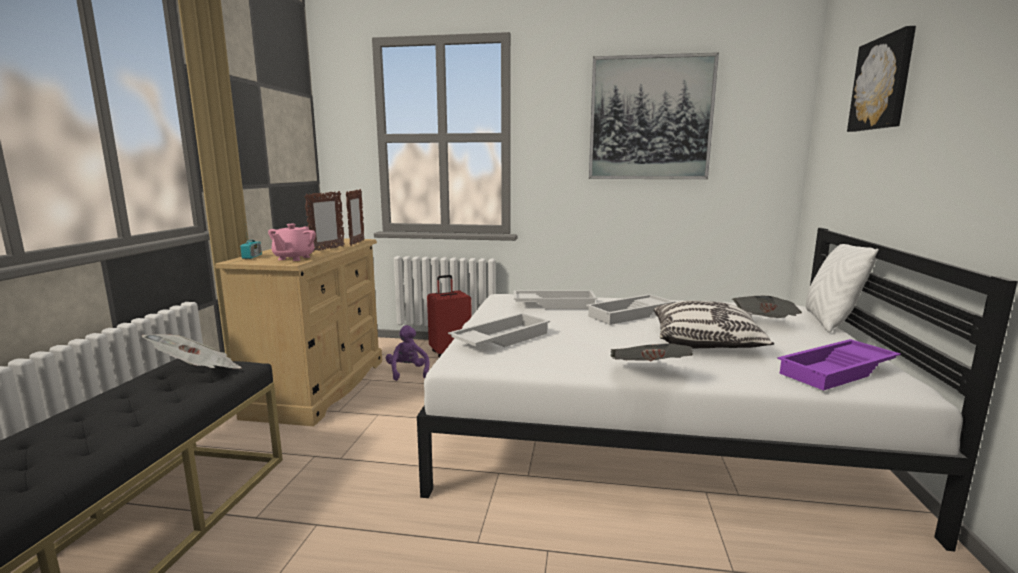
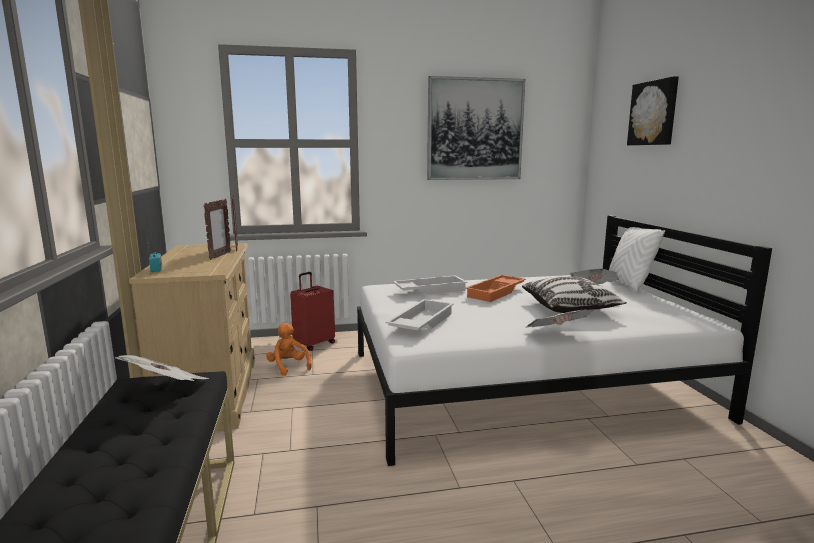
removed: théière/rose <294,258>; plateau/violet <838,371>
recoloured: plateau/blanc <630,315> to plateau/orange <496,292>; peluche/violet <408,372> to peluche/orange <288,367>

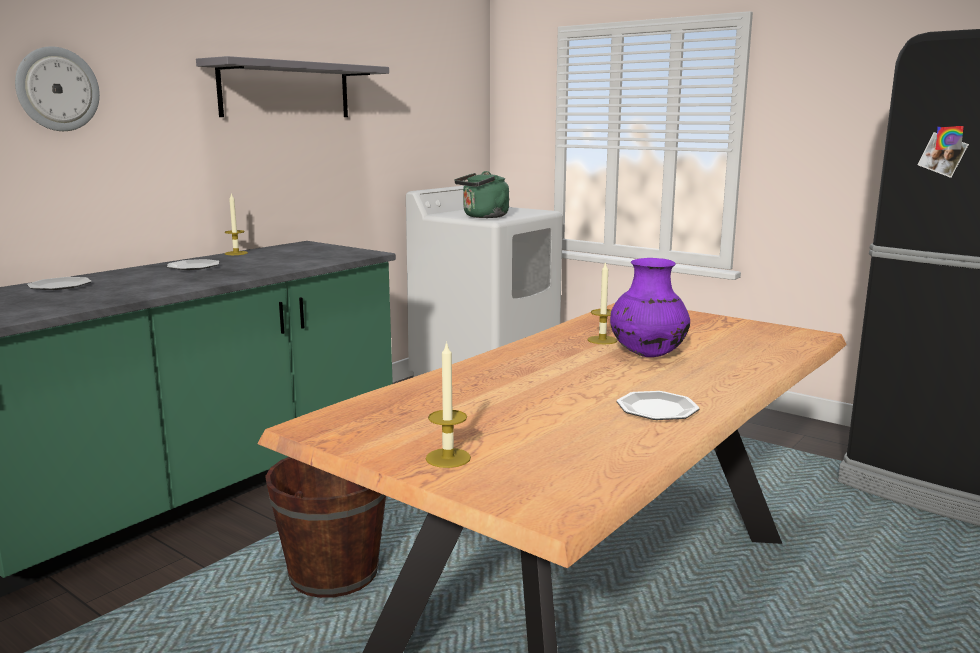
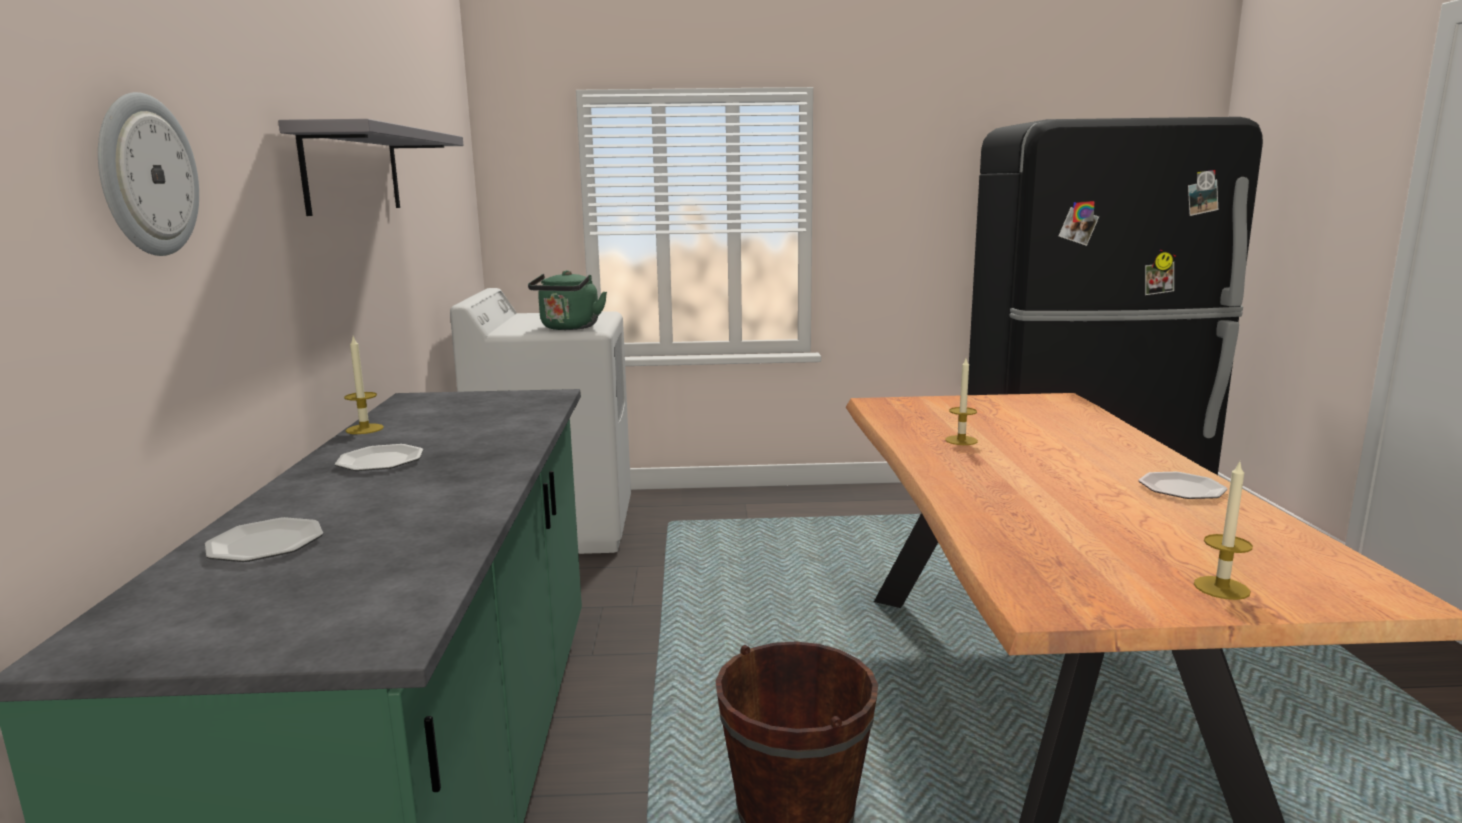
removed: vase/violet <647,355>

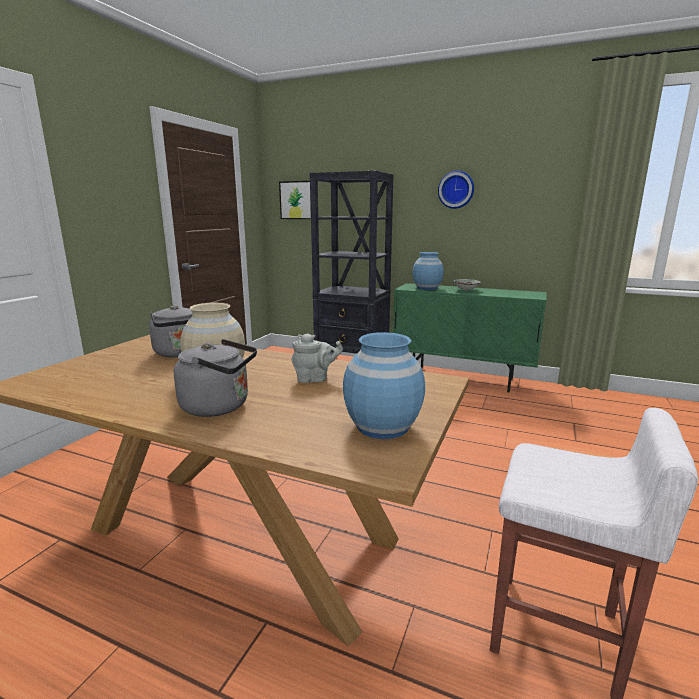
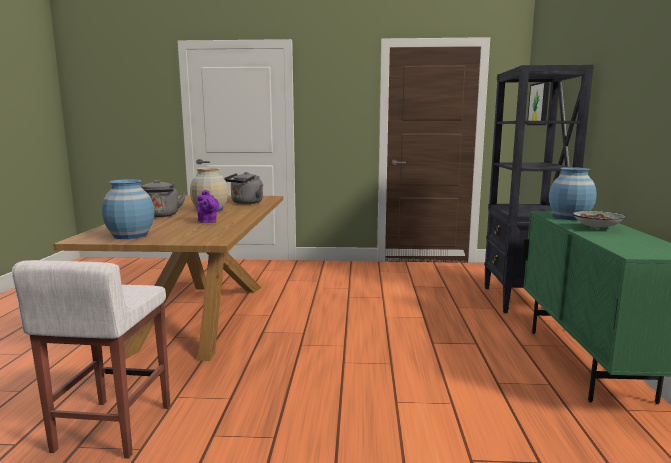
removed: horloge murale <456,189>
recoloured: théière/gris <315,379> to théière/violet <207,222>

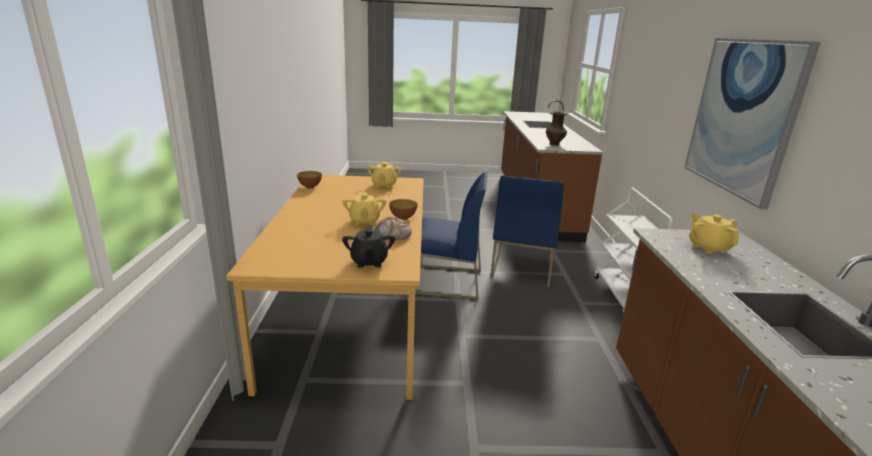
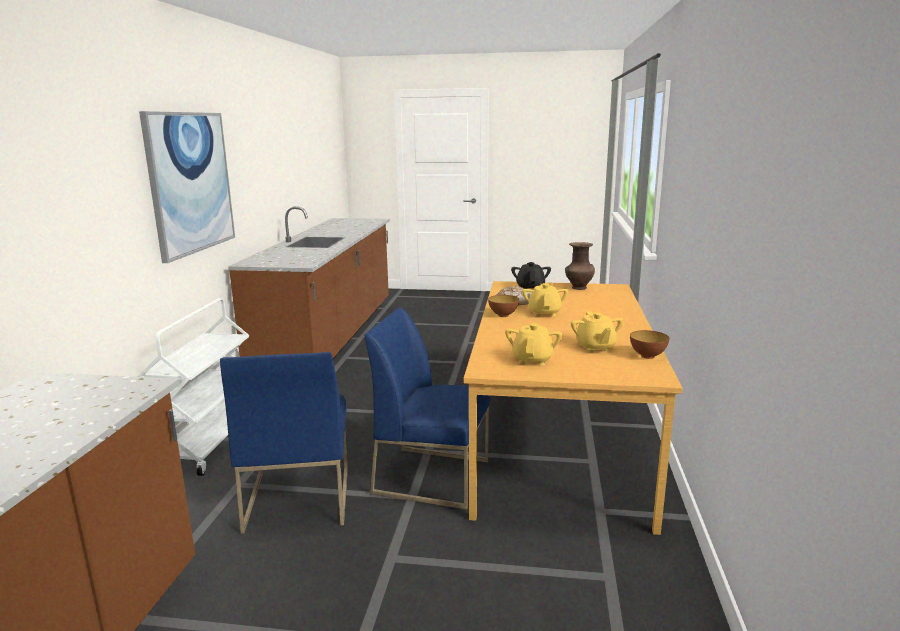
moved: vase/marron <554,144> to <578,288>; théière/jaune <708,248> to <595,347>
turned: chaise/bleu <521,268> = <297,497> 150 degrees clockwise

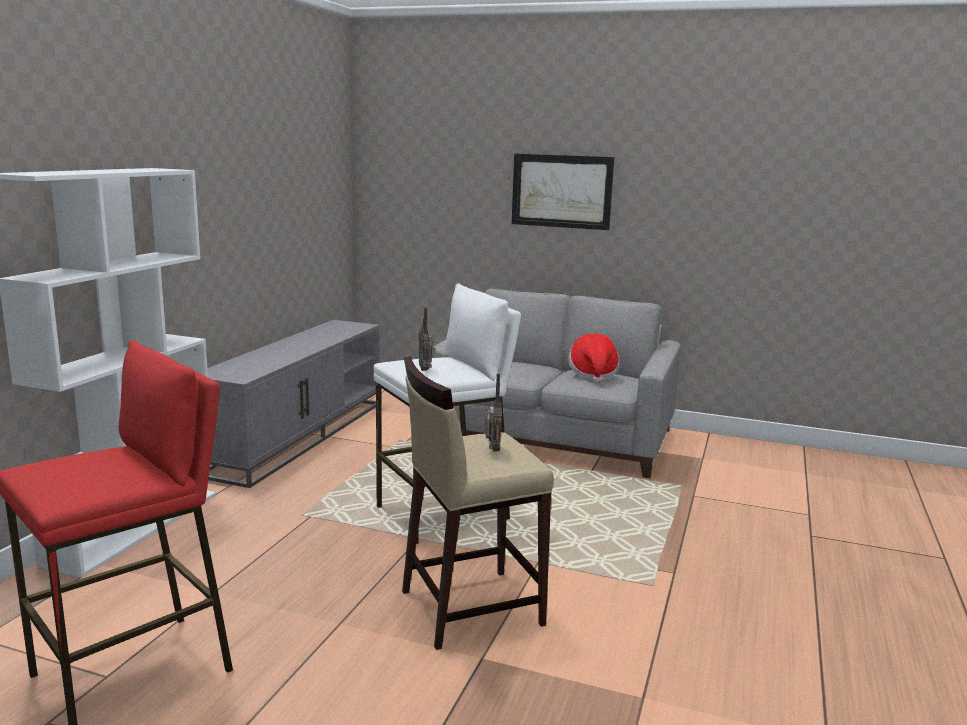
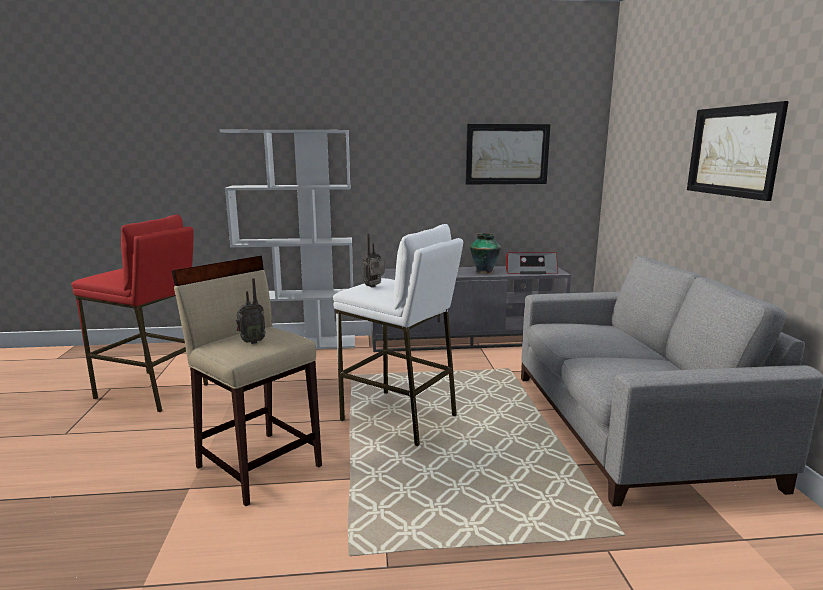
removed: chapeau <593,375>
added: tableau <507,154>; vase <484,271>; radio <530,271>

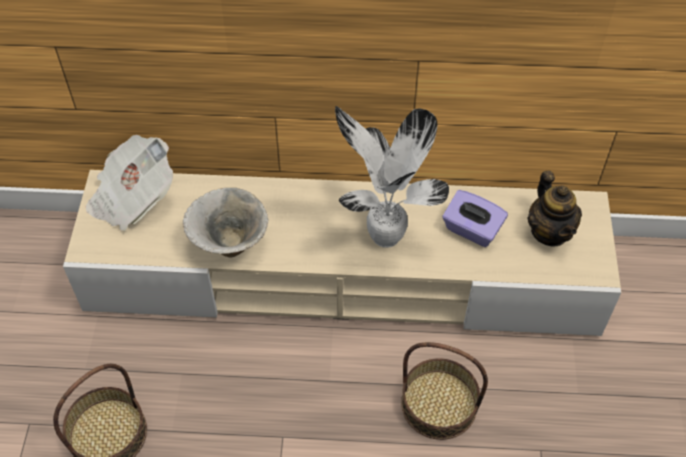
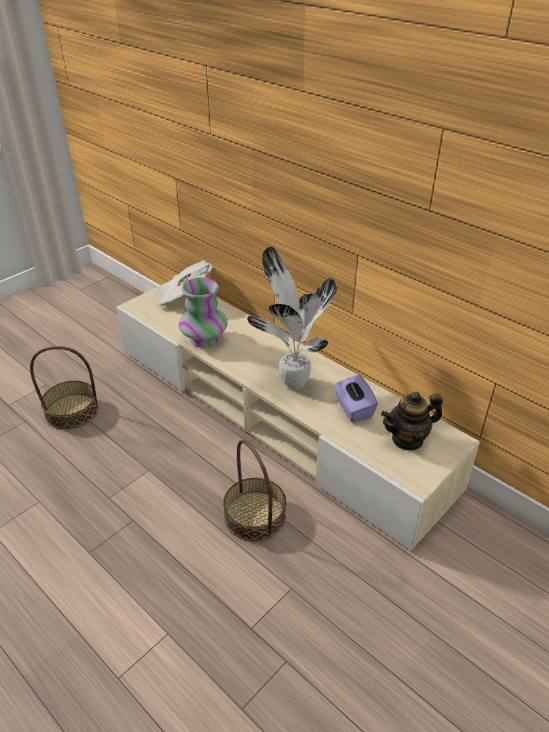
replaced: bol <229,243> to vase <204,339>
turned: théière <549,232> = <407,439> 45 degrees clockwise

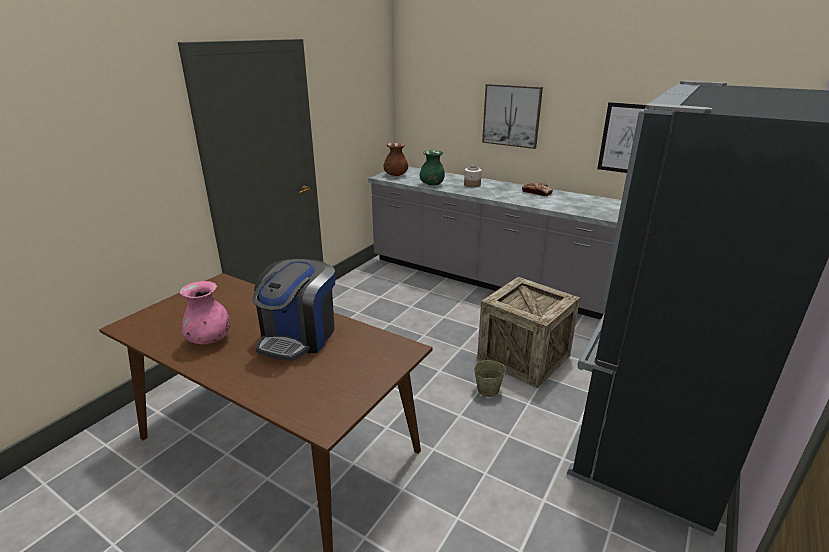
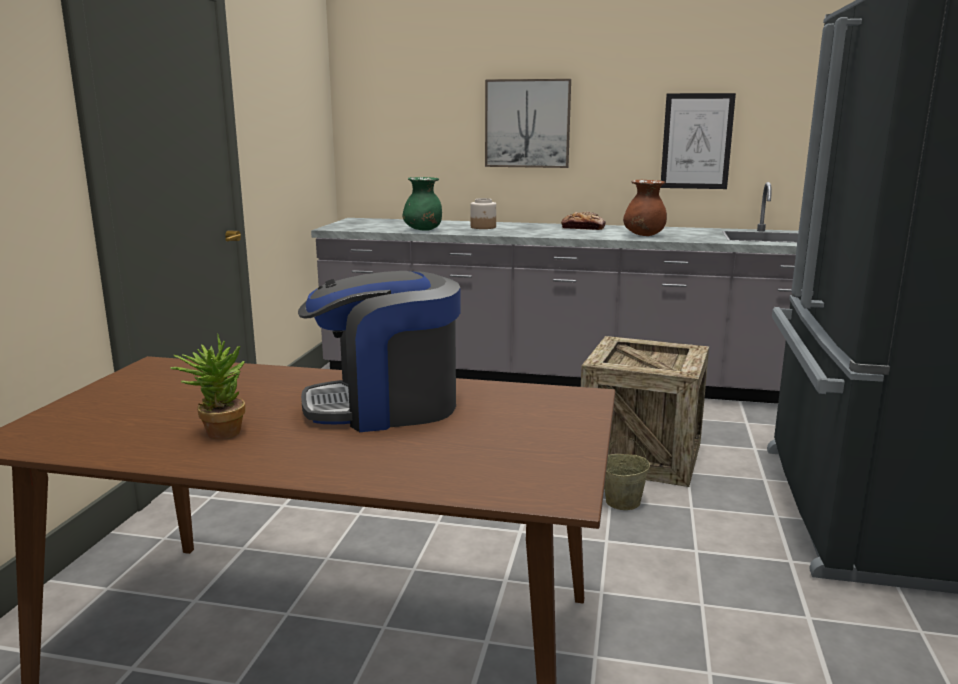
moved: vase/marron <395,175> to <644,235>
replaced: vase/rose <209,339> to plante en pot <217,432>
turned: machine à café <299,336> = <385,407> 75 degrees clockwise

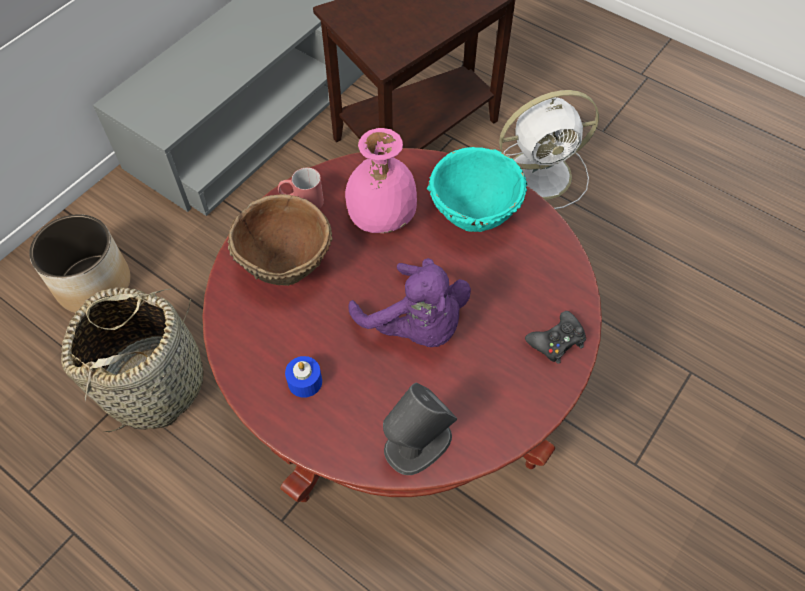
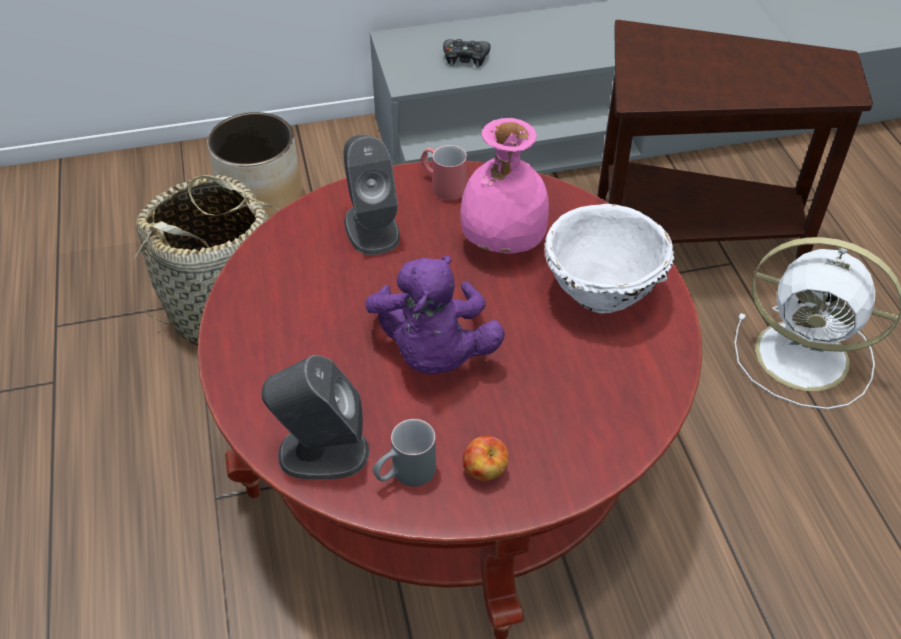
removed: bougie/bleu <305,381>
added: mug/gris <404,474>; pomme <485,471>
moved: manette/noir <557,341> to <465,58>
replaced: bol/marron <286,264> to enceinte/gris <371,228>
recoloured: bol/turquoise <473,215> to bol/blanc <600,292>

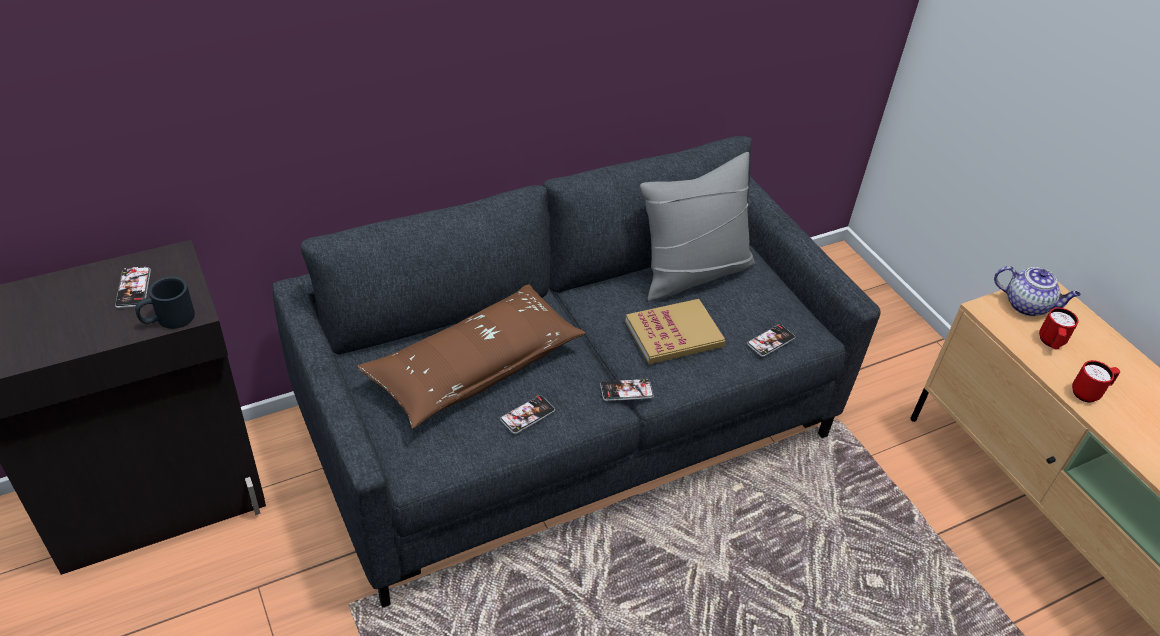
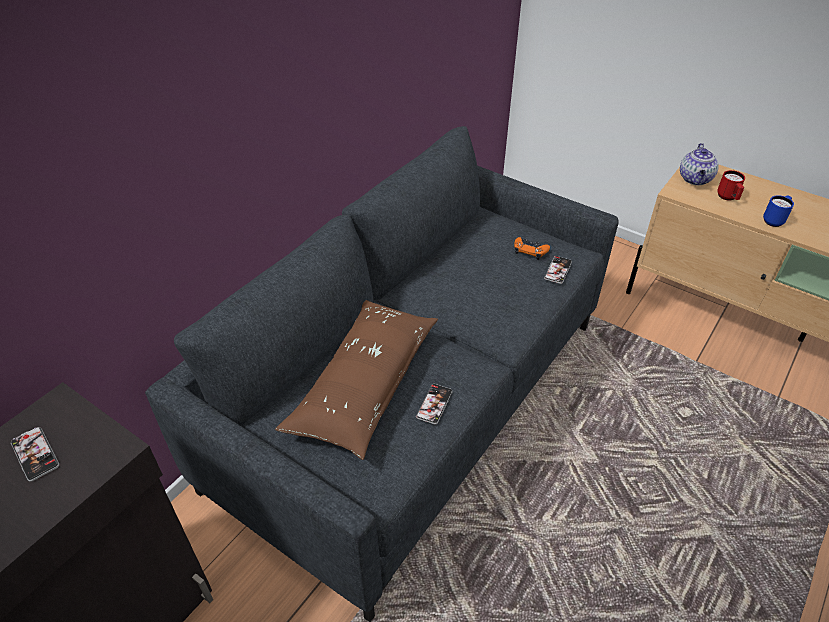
removed: coussin/gris <692,273>; mug/noir <167,319>; livre <674,334>; téléphone <626,390>
added: manette/orange <530,250>
recoloured: mug/rouge <1089,393> to mug/bleu <774,220>
turned: théière <1027,305> = <695,179> 105 degrees clockwise

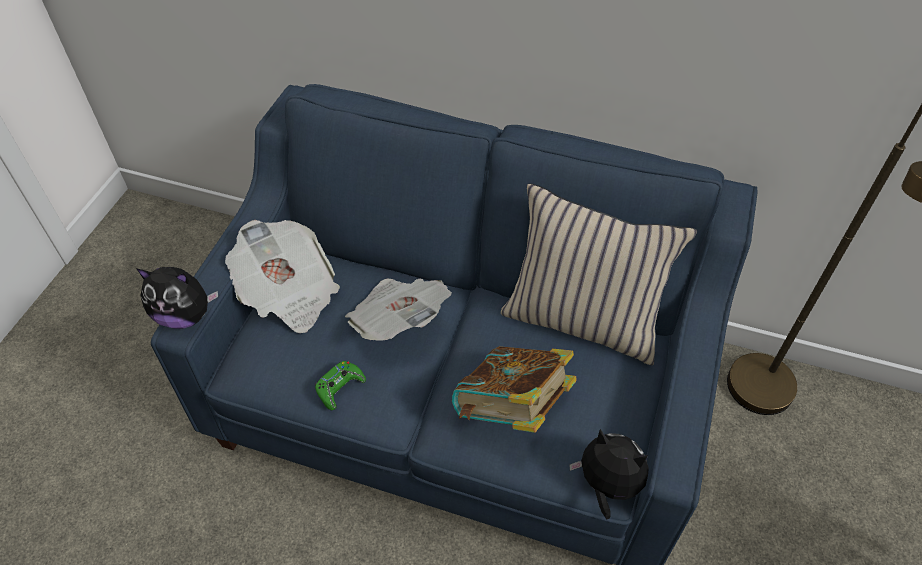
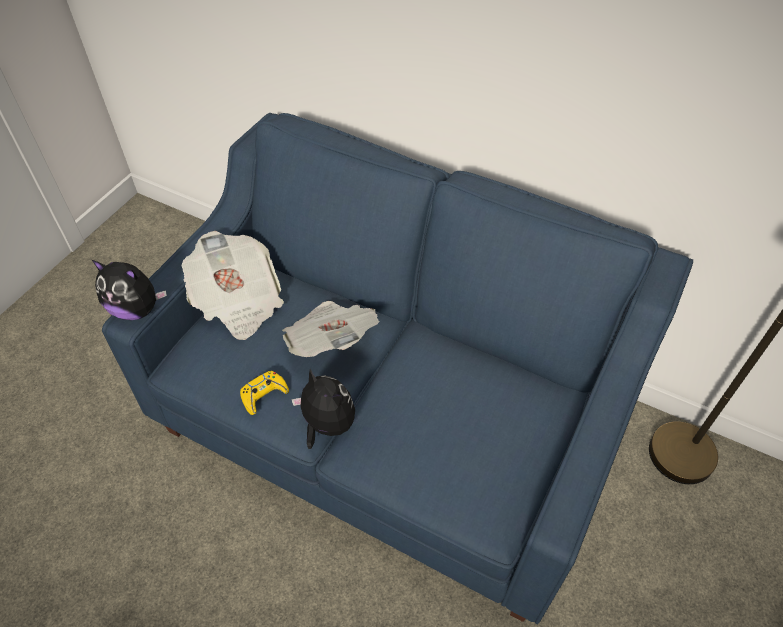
removed: coussin/beige <582,320>; livre <512,409>
moved: peluche <607,486> to <326,425>
recoloured: manette/vert <339,387> to manette/jaune <264,395>

